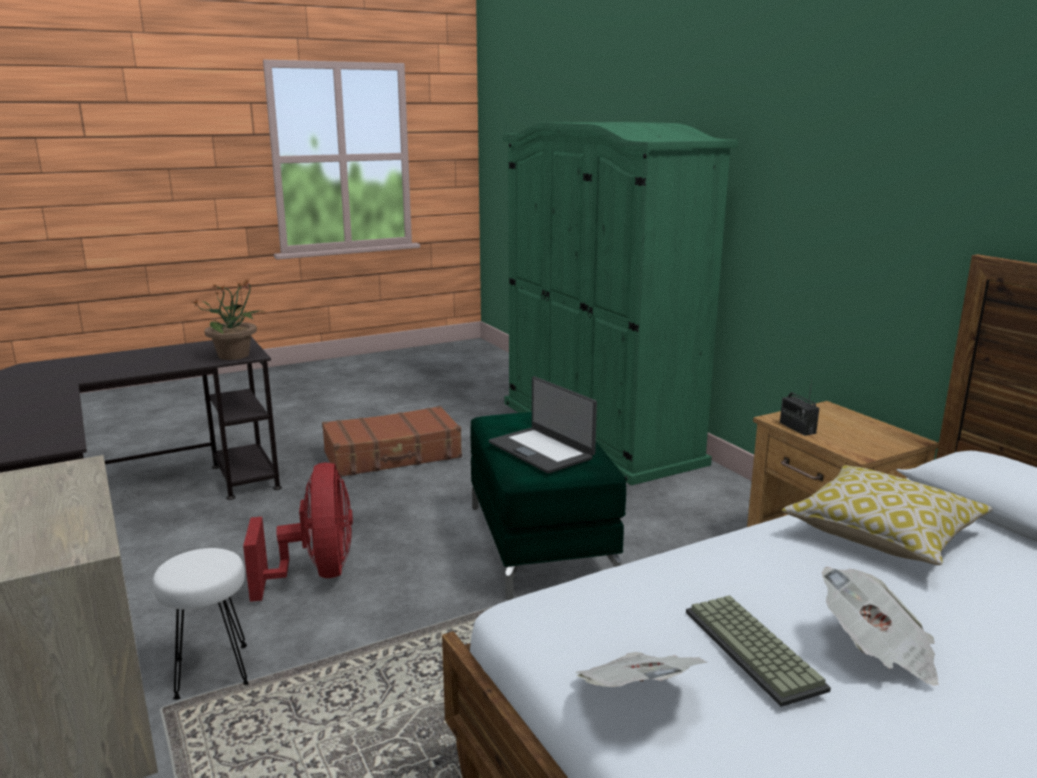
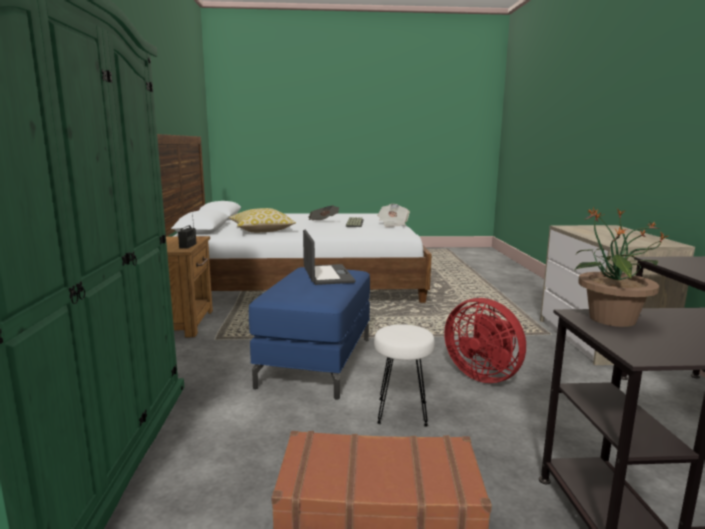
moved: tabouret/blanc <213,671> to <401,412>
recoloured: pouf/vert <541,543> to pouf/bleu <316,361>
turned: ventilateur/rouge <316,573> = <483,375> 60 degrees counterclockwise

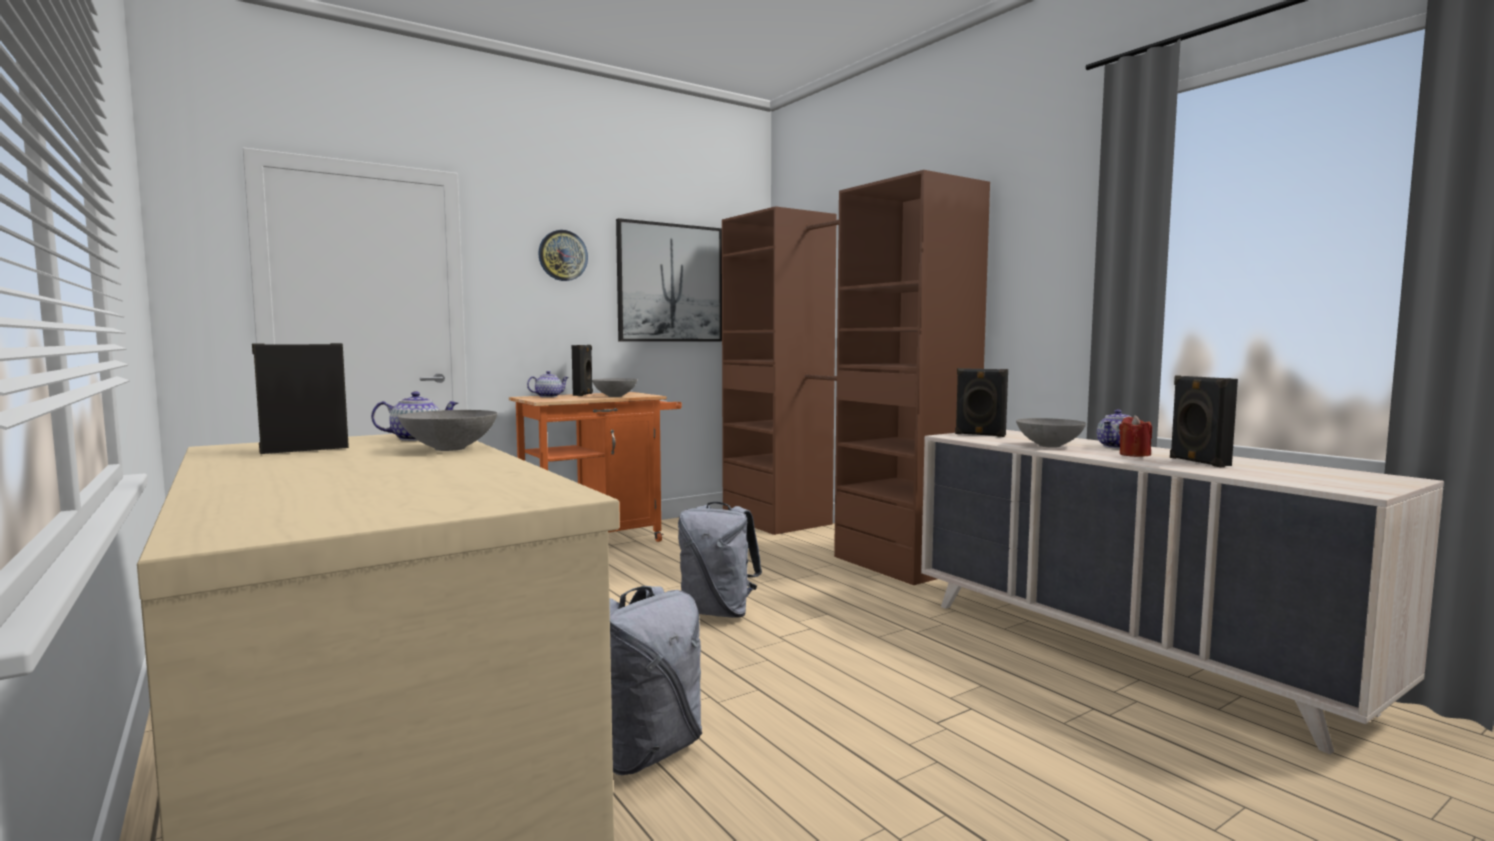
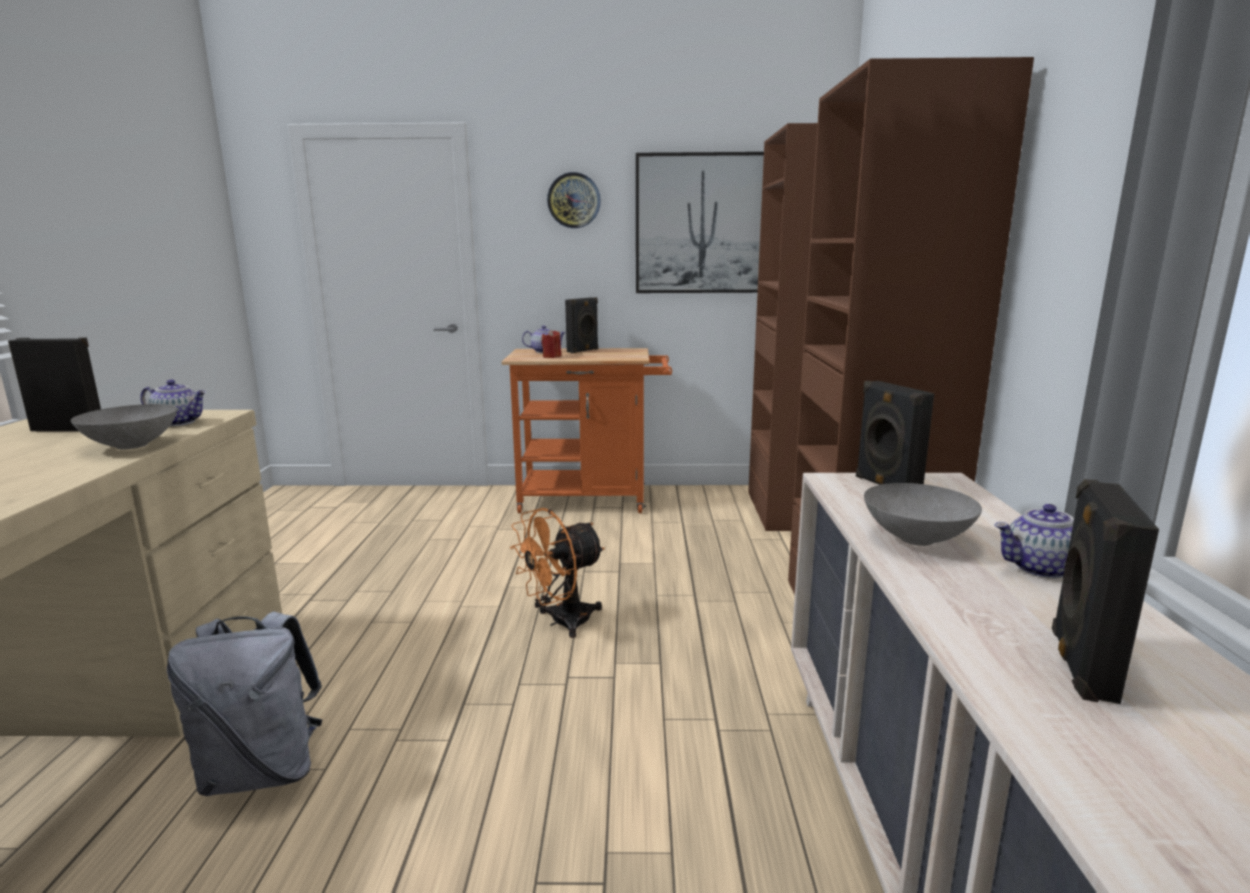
removed: bol/gris <614,396>
moved: bougie/rouge <1134,454> to <552,357>
replaced: sac à dos/gris <718,612> to ventilateur/orange <561,622>

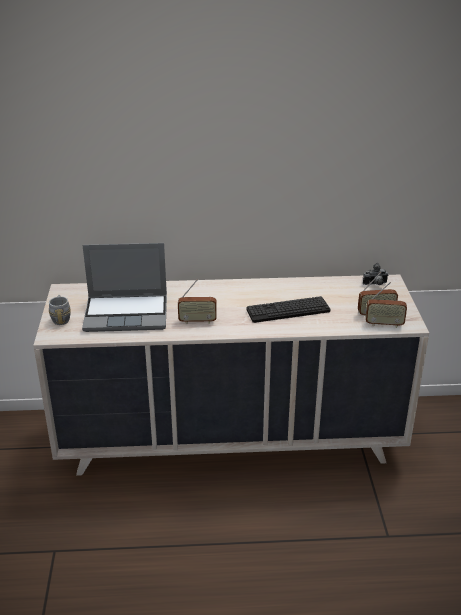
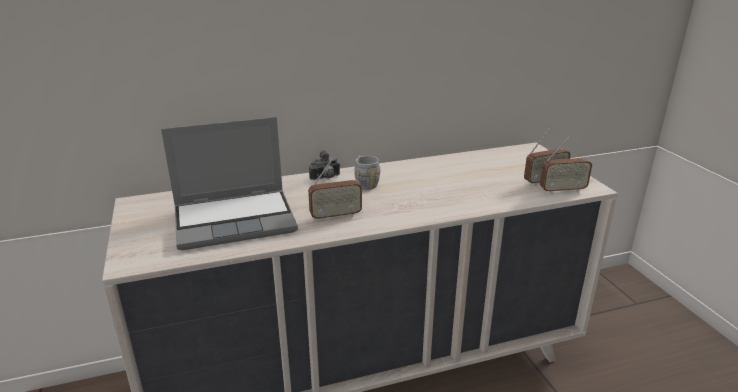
removed: clavier <288,310>
moved: appareil photo <375,284> to <326,178>; mug/gris <61,318> to <364,183>

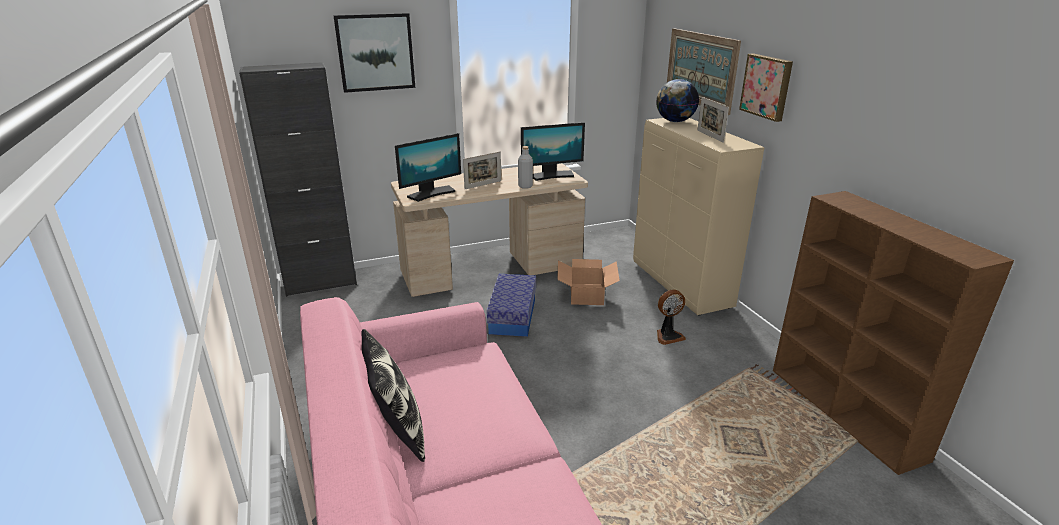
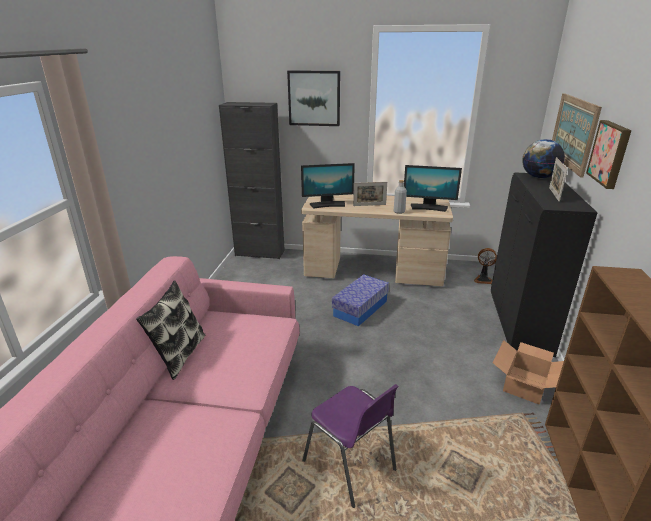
added: chaise/violet <351,466>
moved: carton <587,294> to <526,384>; ventilateur <668,336> to <483,279>
recoloured: meuble de rangement/beige <681,285> to meuble de rangement/noir <519,324>

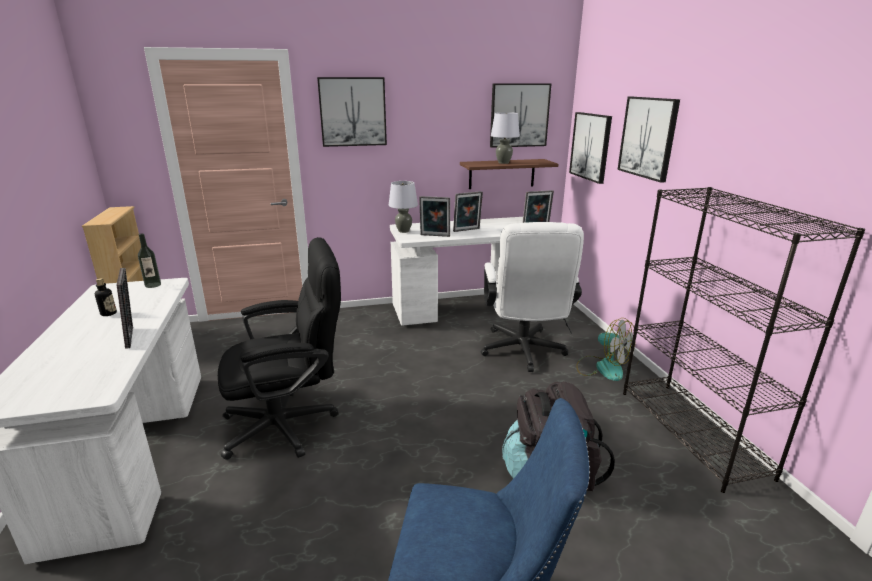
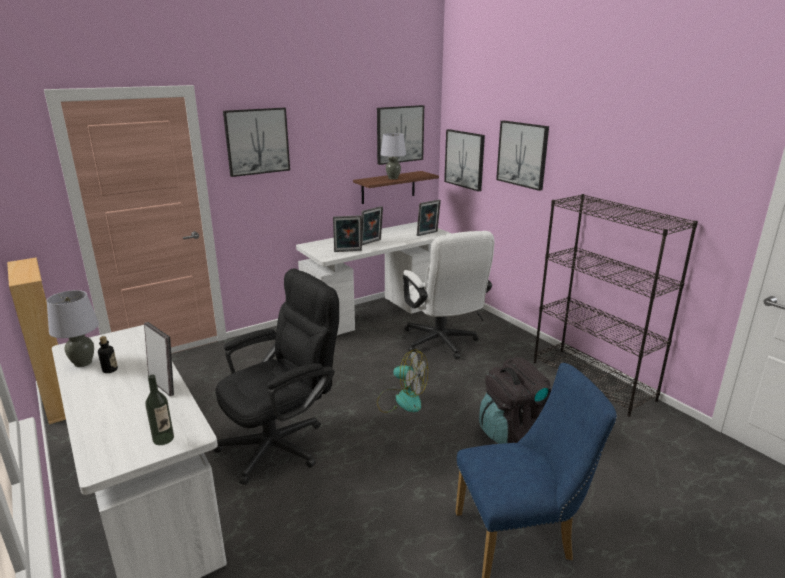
moved: lampe de table/gris <403,231> to <83,363>; bouteille <153,285> to <163,439>; ventilateur <602,367> to <401,400>

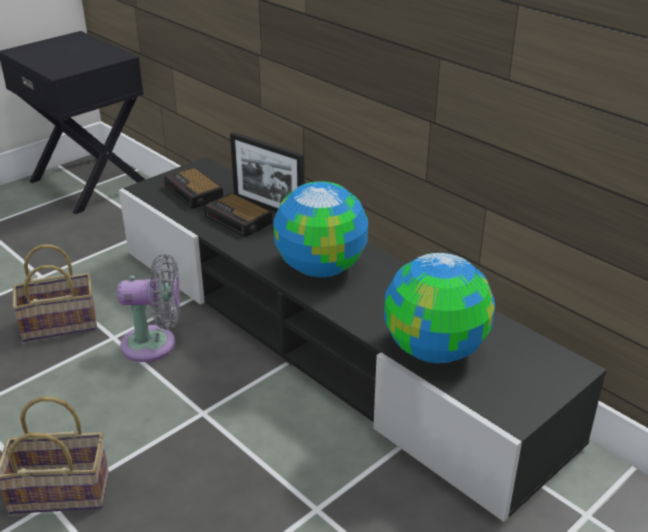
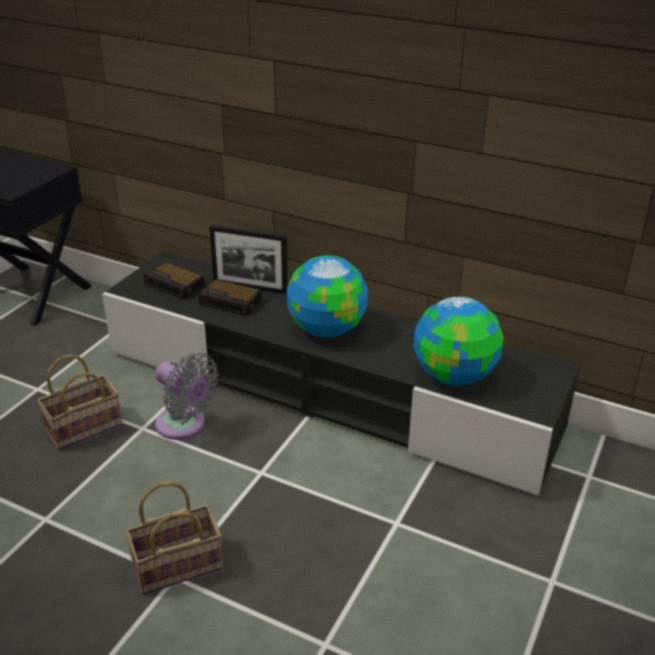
turned: ventilateur/gris <155,344> = <184,426> 60 degrees clockwise

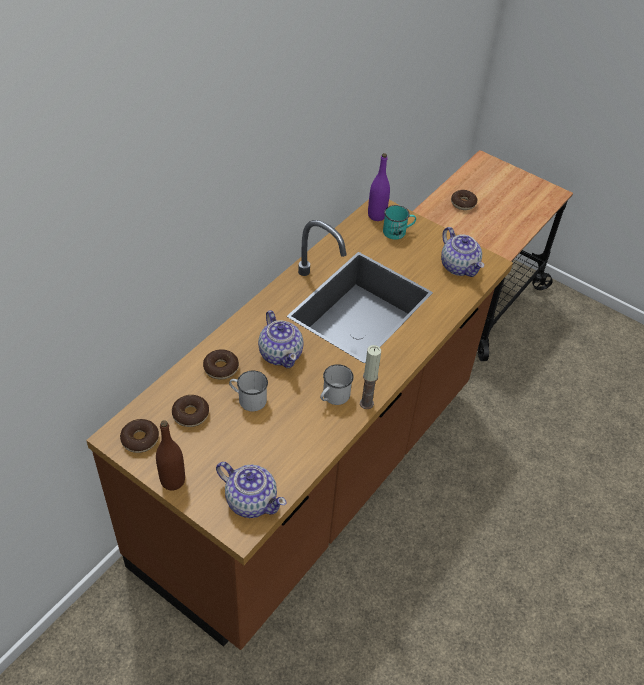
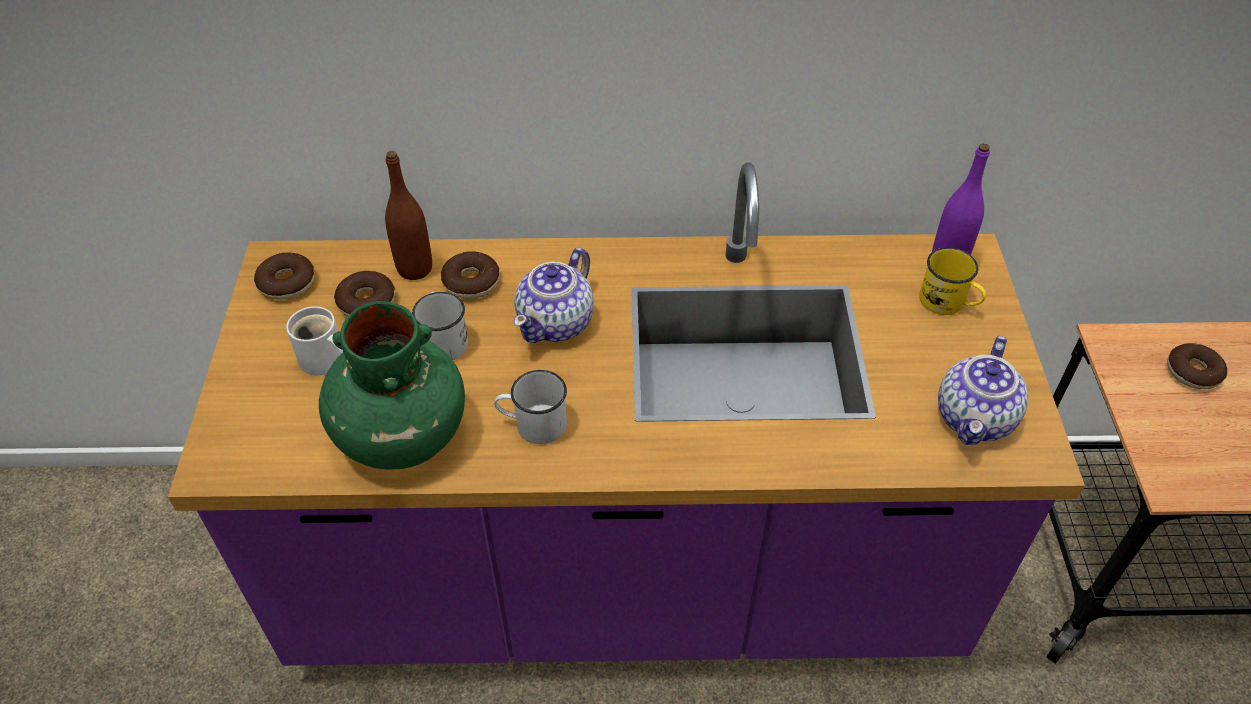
removed: bougie <366,403>; théière <251,500>
added: vase/vert <401,434>; mug/blanc <324,361>
moved: bouteille/marron <173,481> to <415,269>
recoloured: comptoir de cuisine/marron <312,475> to comptoir de cuisine/violet <625,575>; mug/turquoise <398,232> to mug/jaune <948,303>

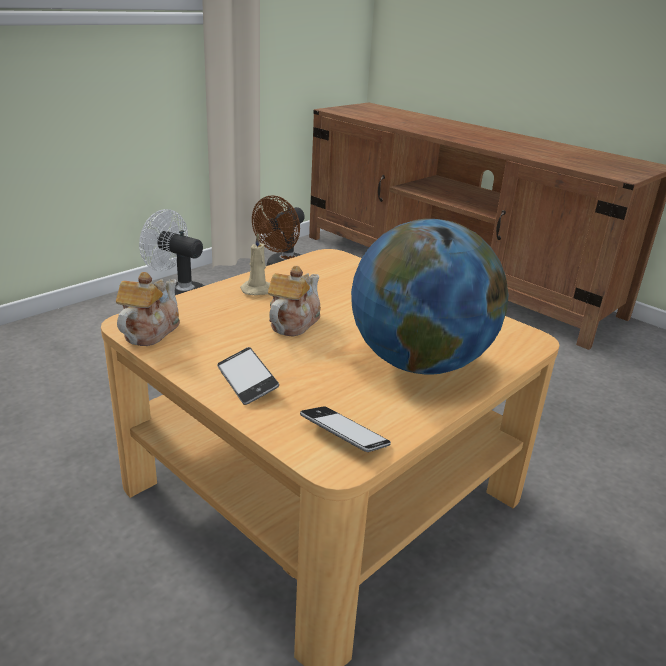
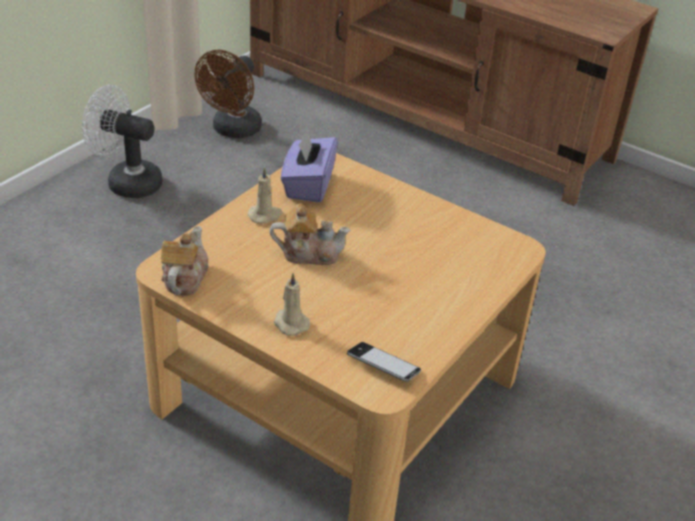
removed: globe <419,363>
added: boîte à mouchoirs/violet <308,185>
replaced: téléphone <247,381> to bougie/beige <290,323>
turned: théière <293,323> = <309,253> 75 degrees clockwise

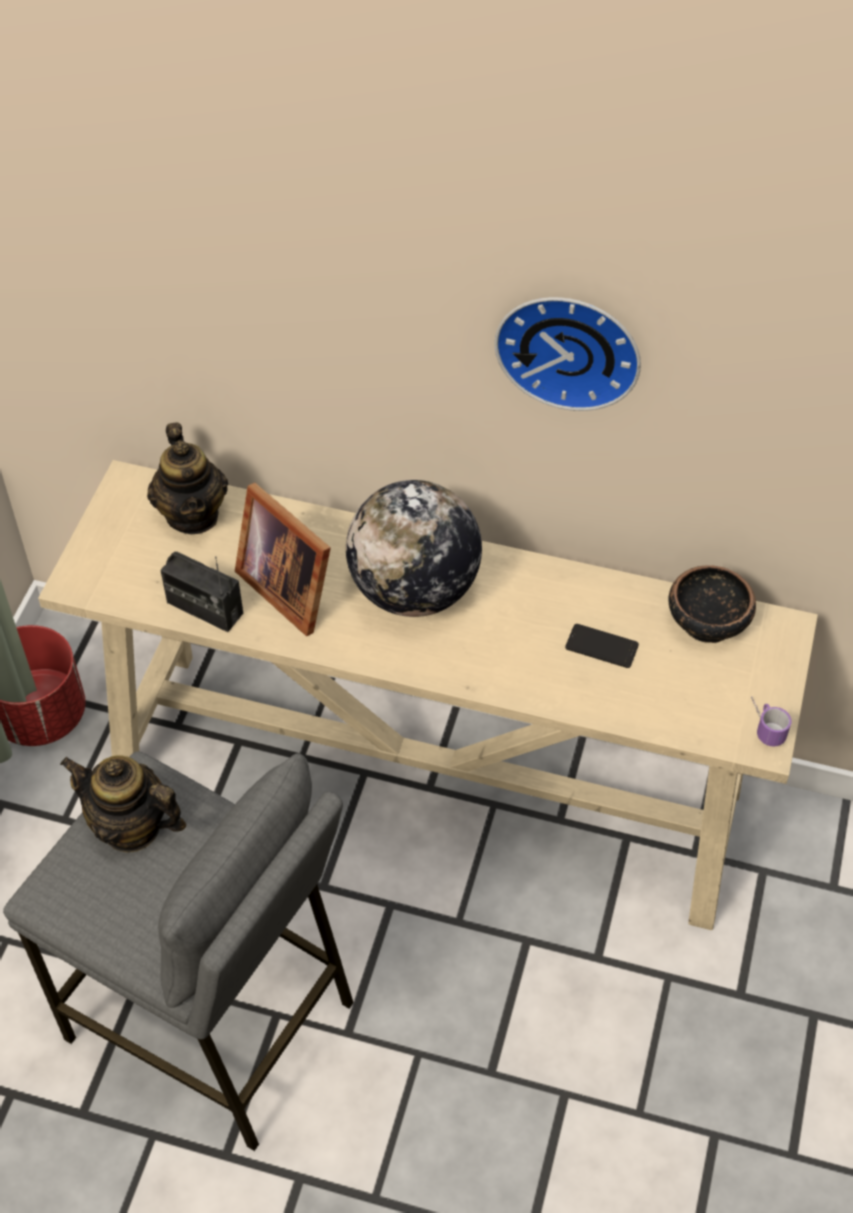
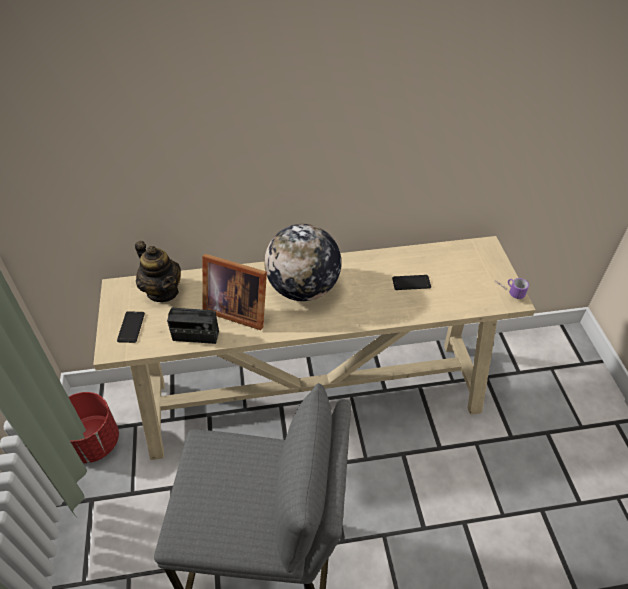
removed: horloge murale <569,346>; bol <706,622>; théière <131,827>
added: téléphone <131,327>

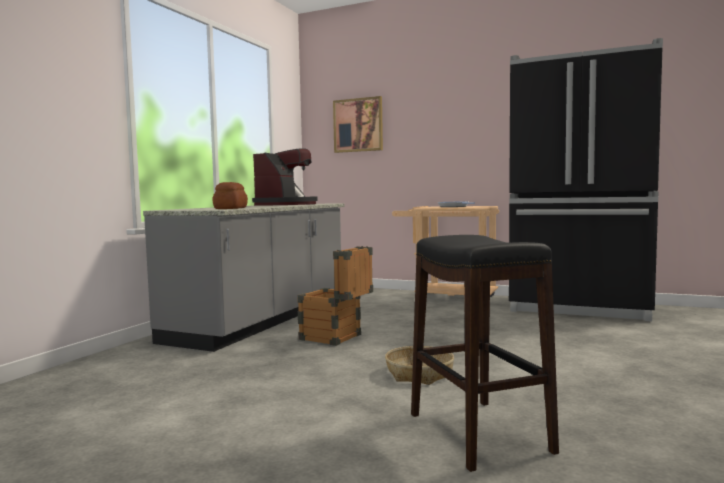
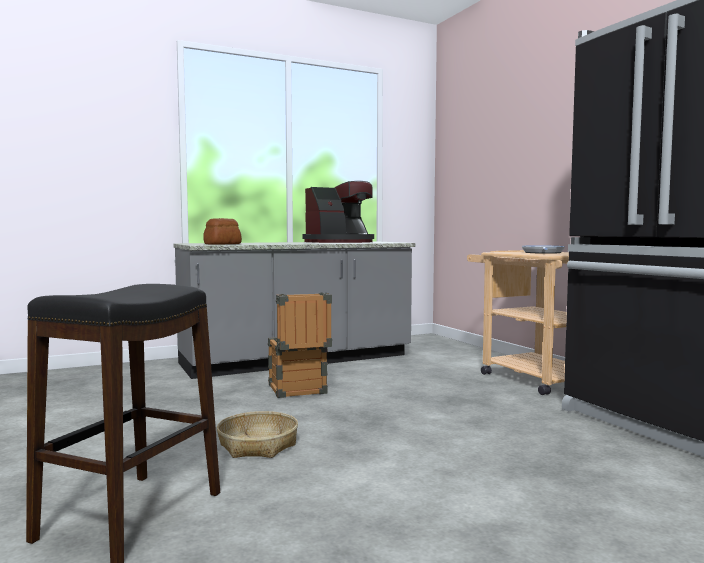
removed: tableau <358,125>

